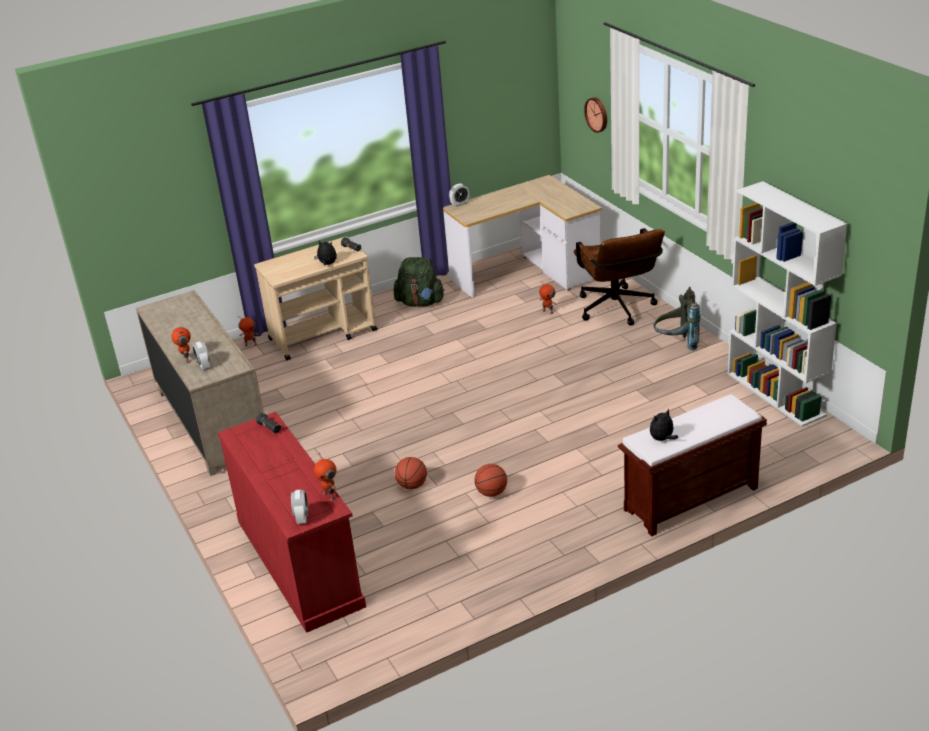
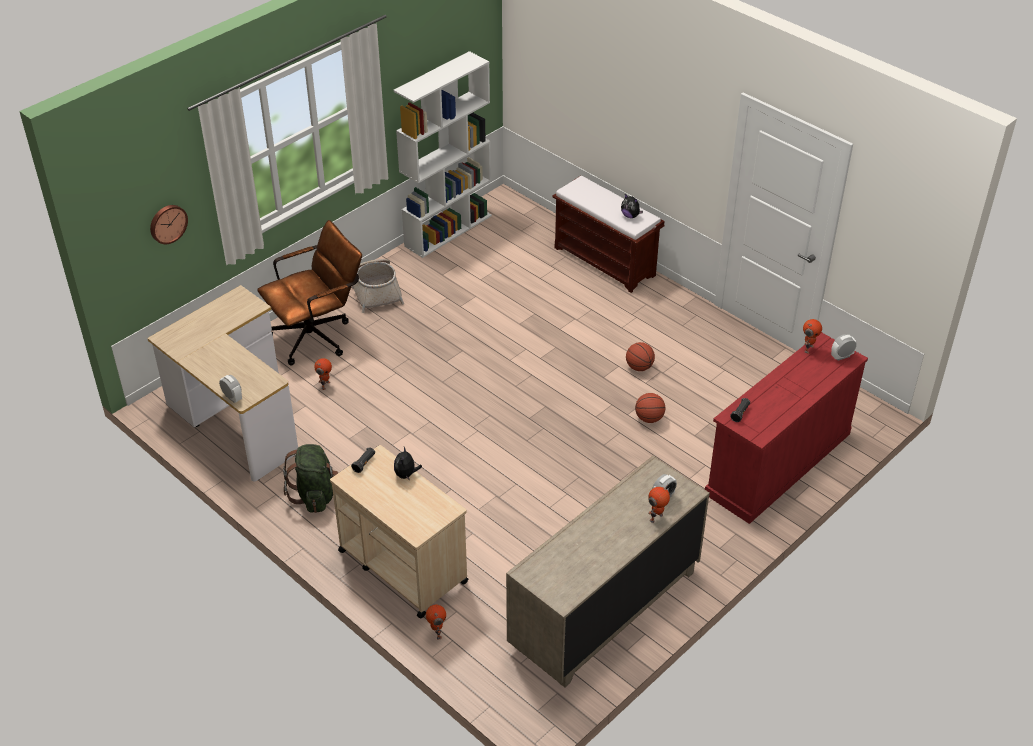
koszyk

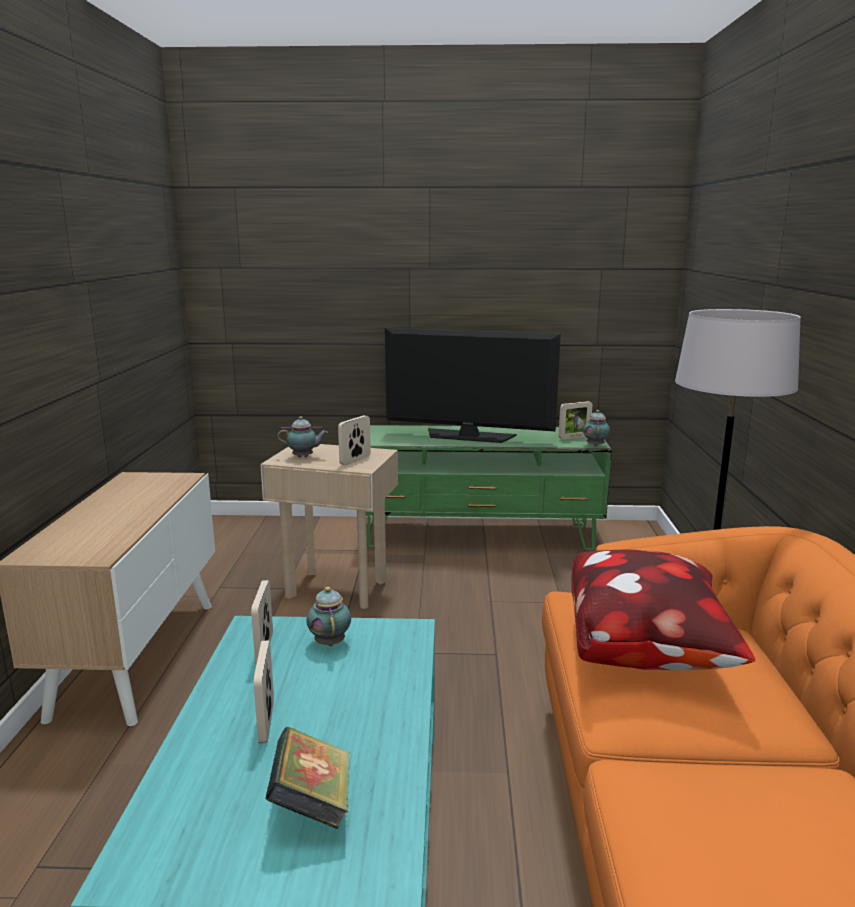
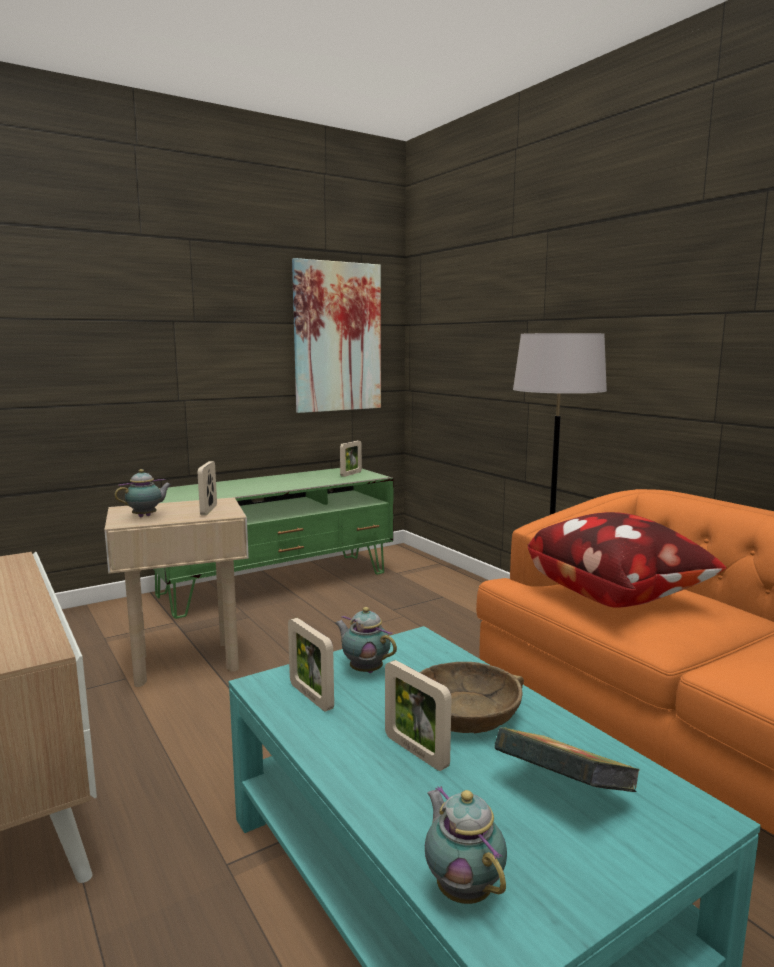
telewizor; imbryk (3rd from left); obraz; miska/brązowy

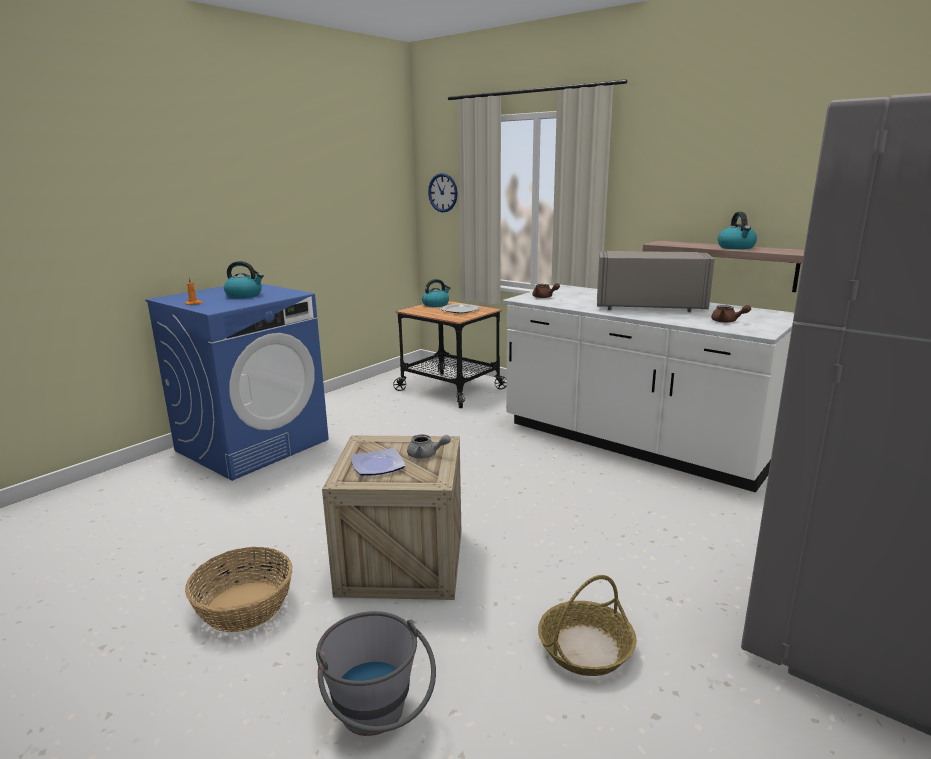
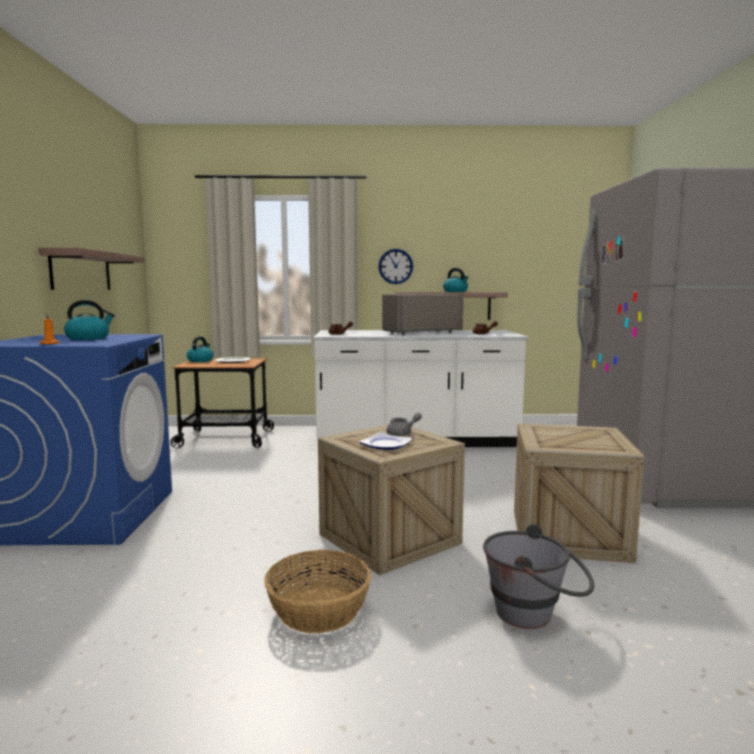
zegar ścienny; skrzynka (2nd from left); półka (1st from left)

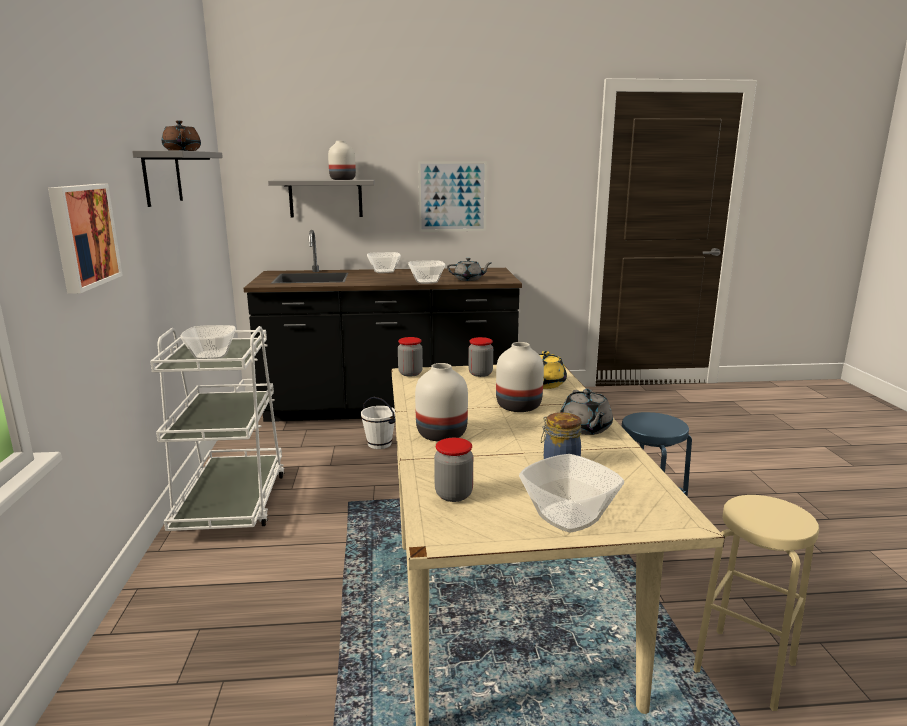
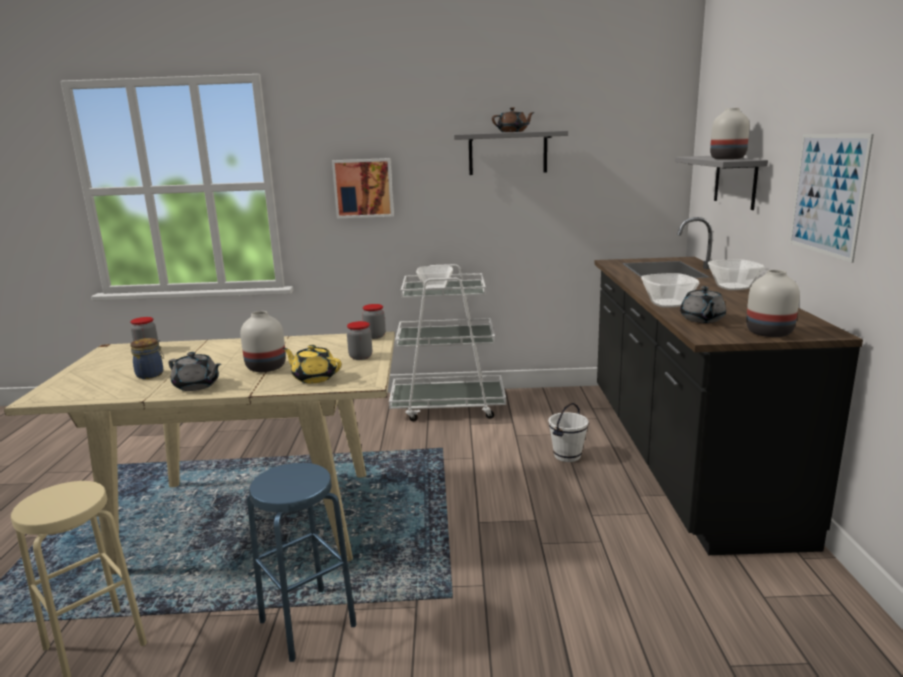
wazon/biały (3rd from left); imbryk/szary (1st from left); miska (4th from left in the first image)

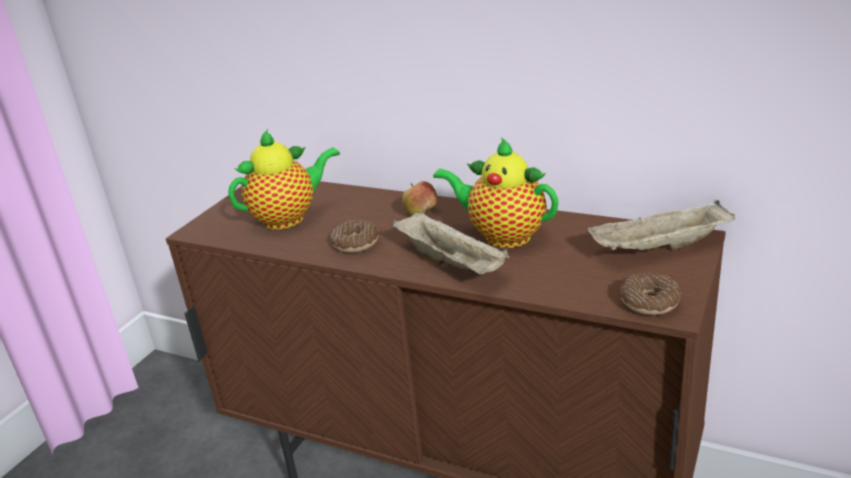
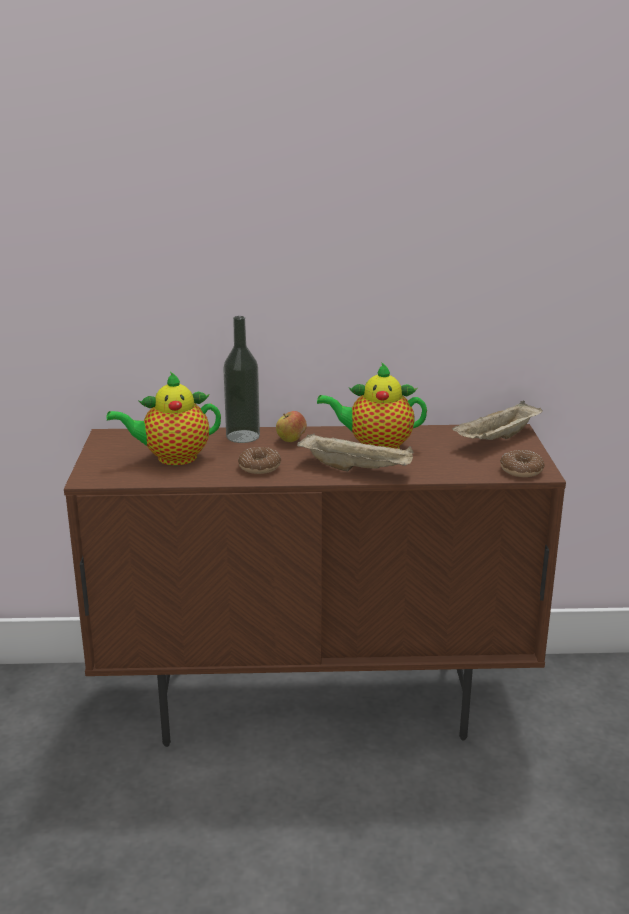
imbryk (1st from left); butelka

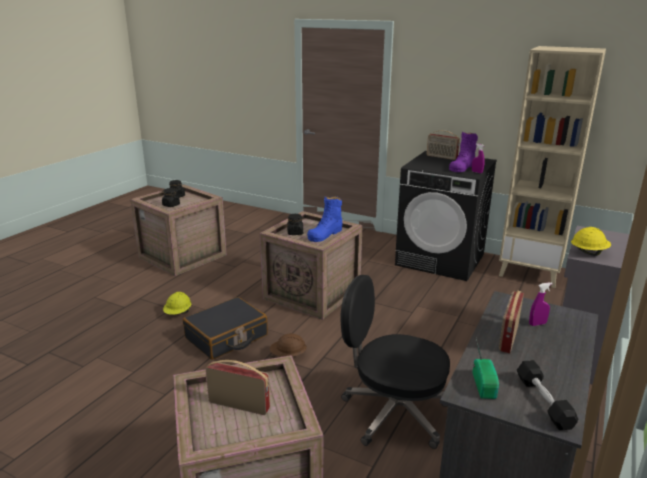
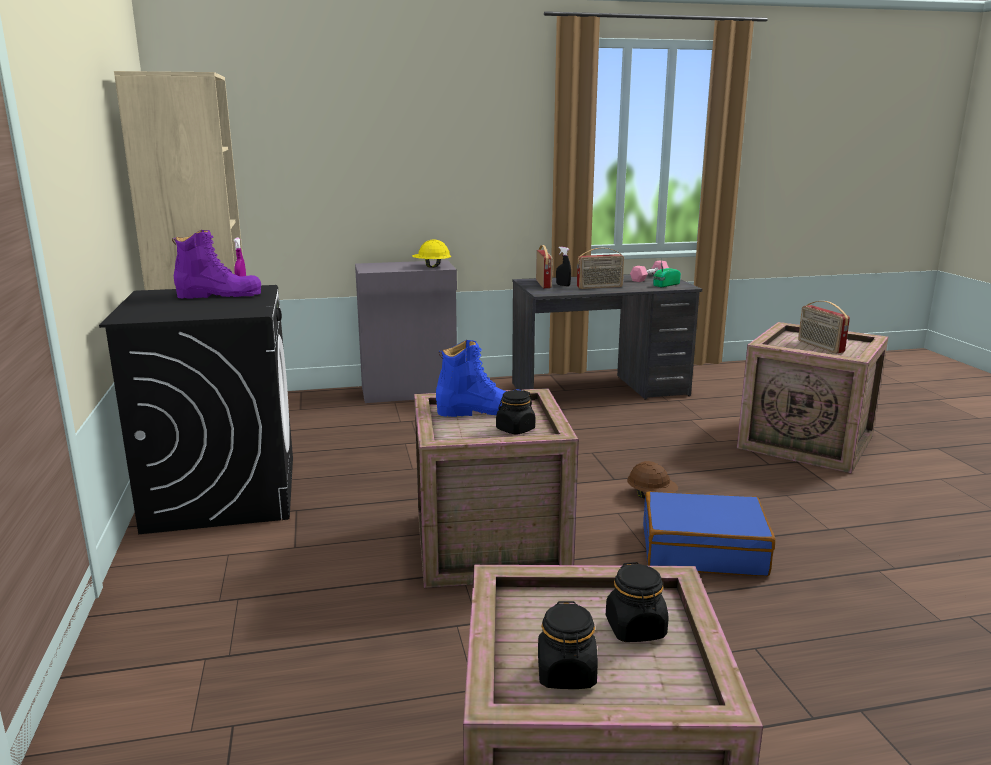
radio (1st from left); krzesło biurowe/czarny; spryskiwacz/czarny; kask/żółty (1st from left in the first image); walizka/niebieski; hantel/różowy

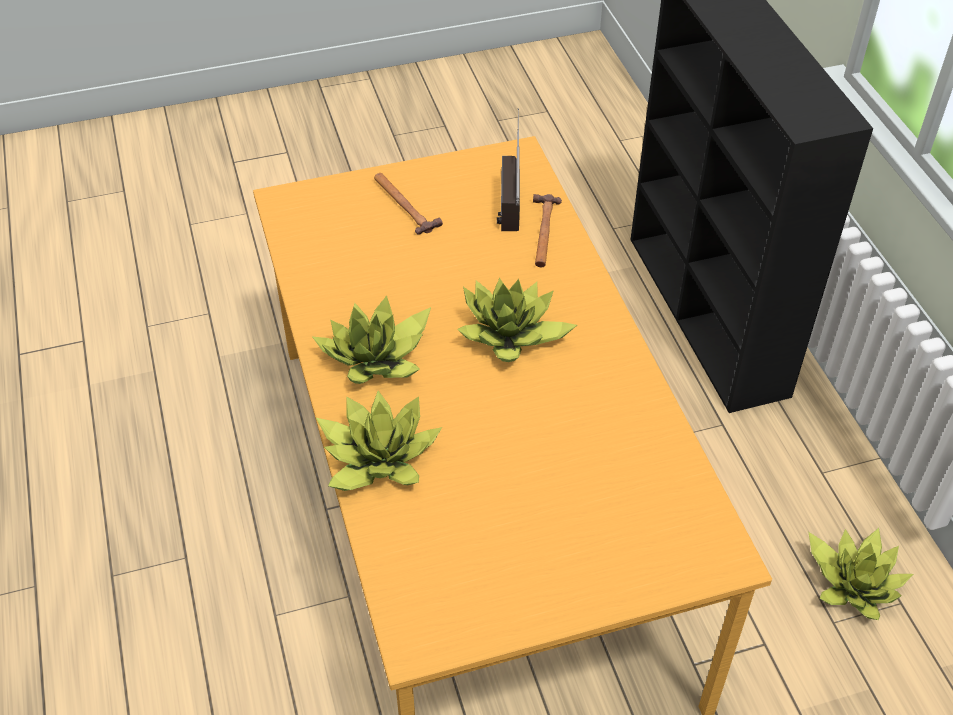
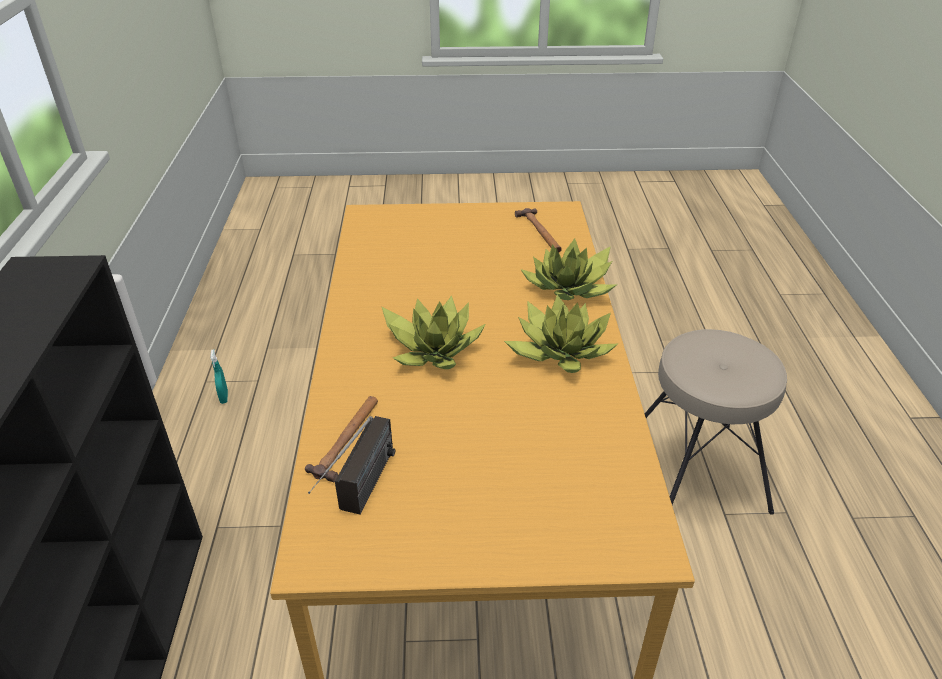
młotek (2nd from left); spryskiwacz/turkusowy; stołek/beżowy

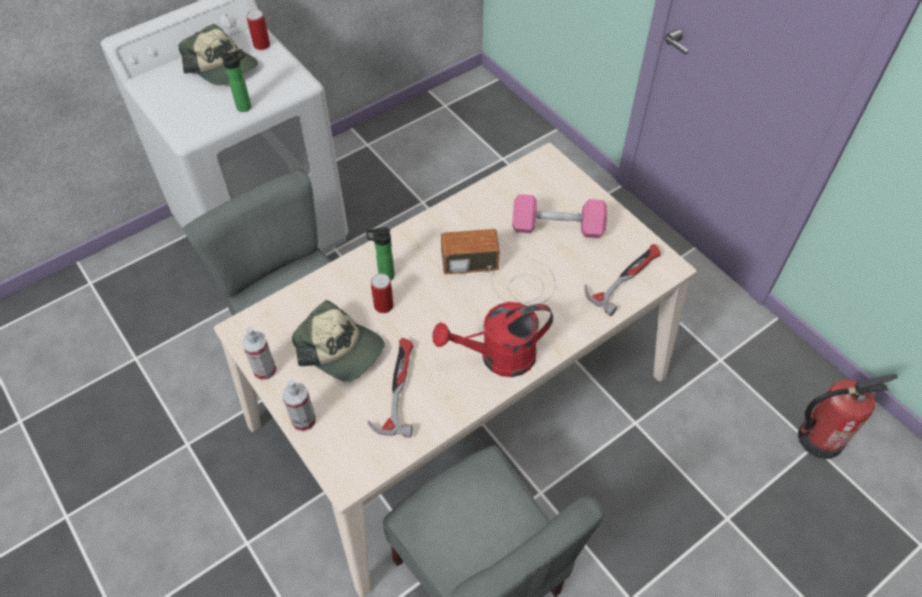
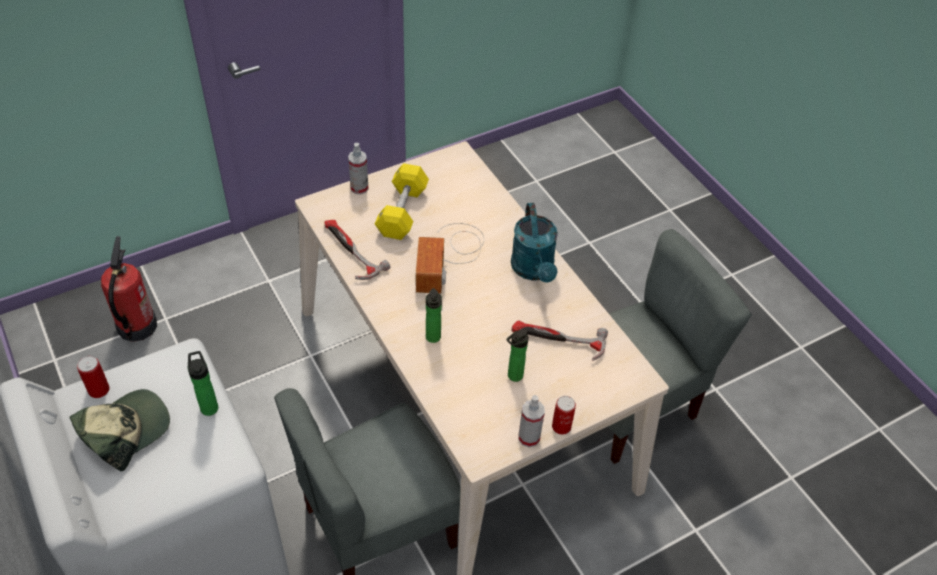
hantel/żółty; młotek (1st from left); puszka (2nd from left); butelka (3rd from left); konewka/turkusowy; gaśnica; spryskiwacz (1st from left)

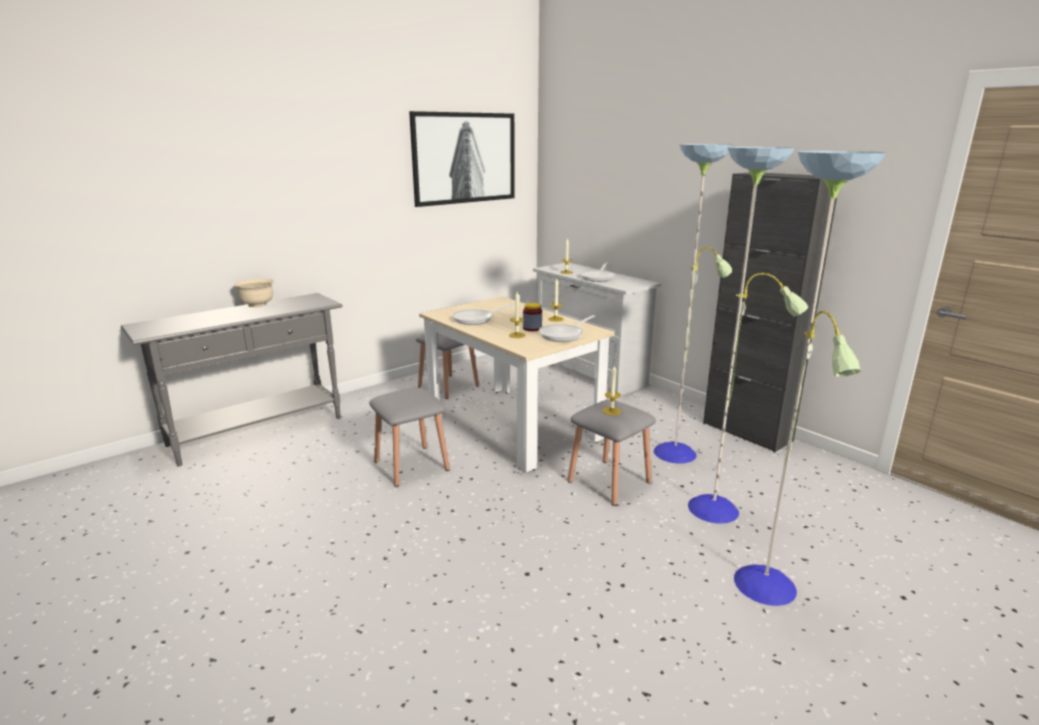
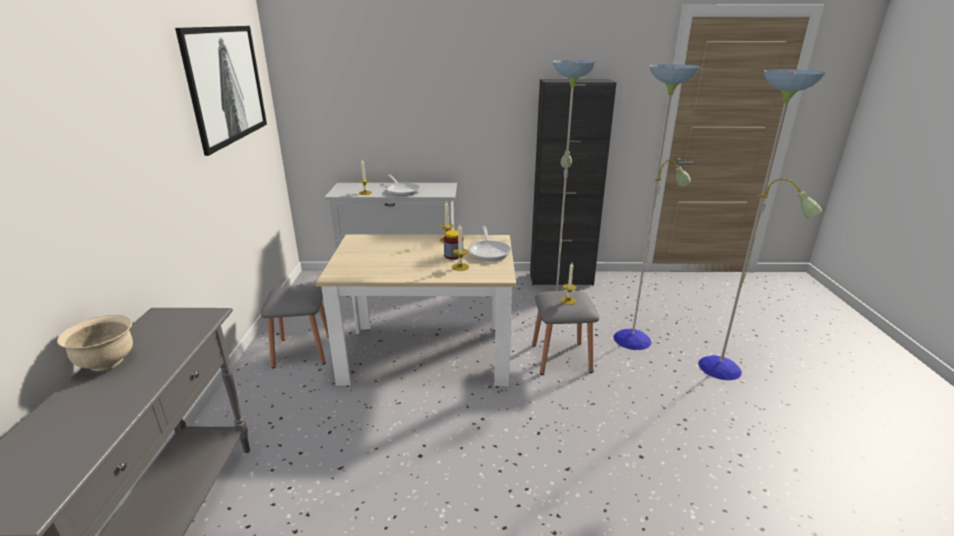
patelnia (1st from left in the first image); stołek/szary (1st from left in the first image)

